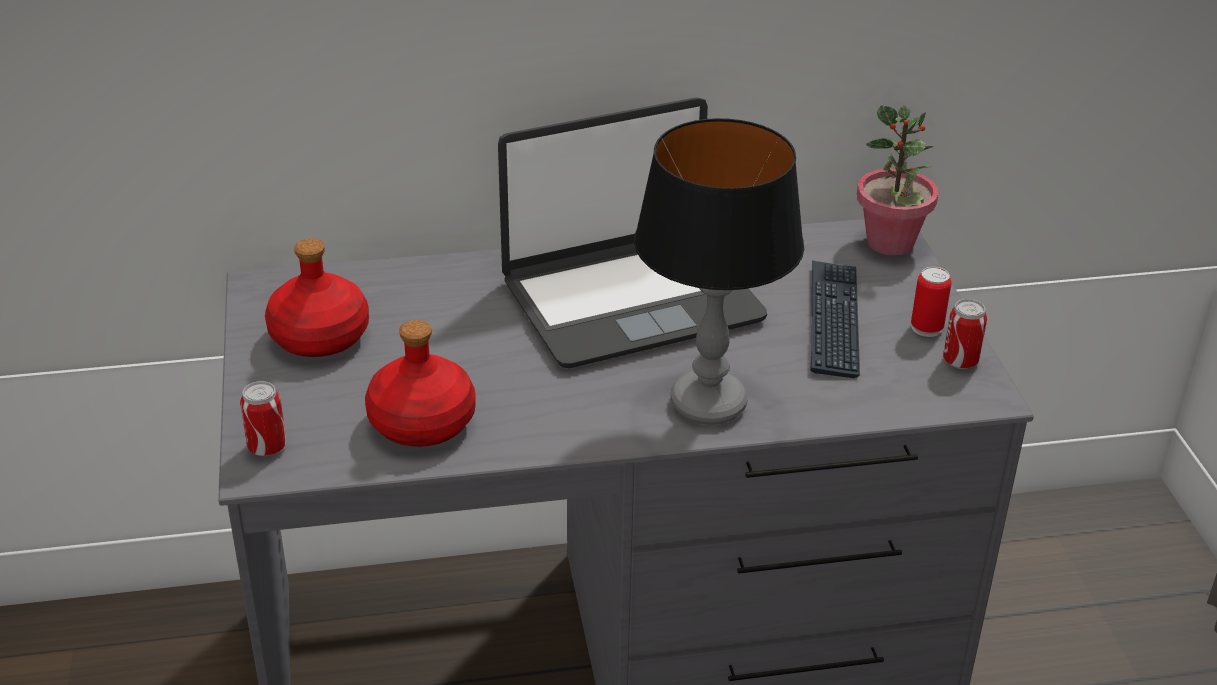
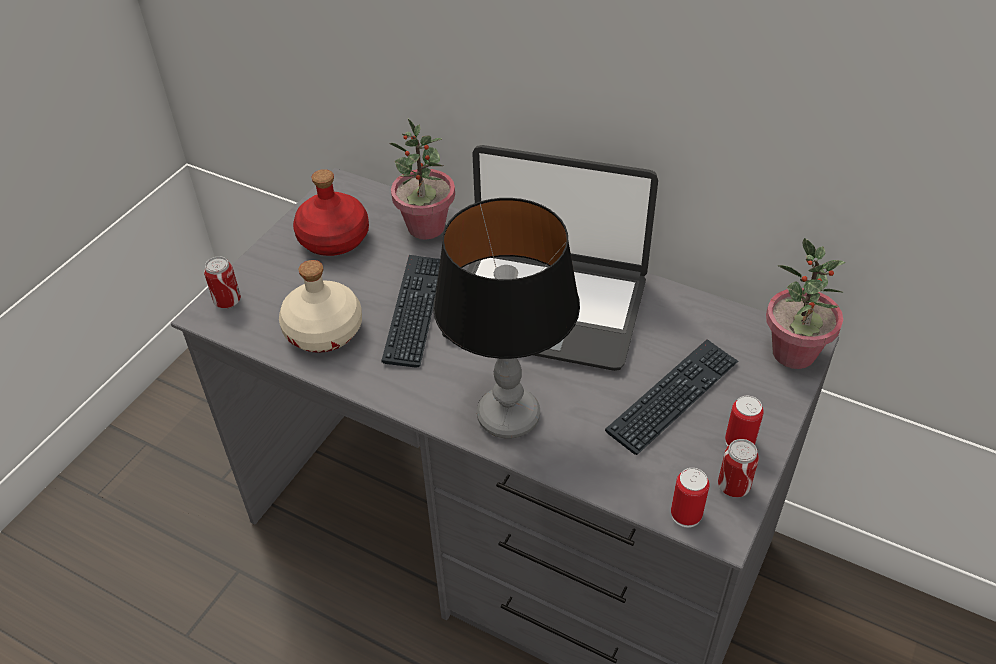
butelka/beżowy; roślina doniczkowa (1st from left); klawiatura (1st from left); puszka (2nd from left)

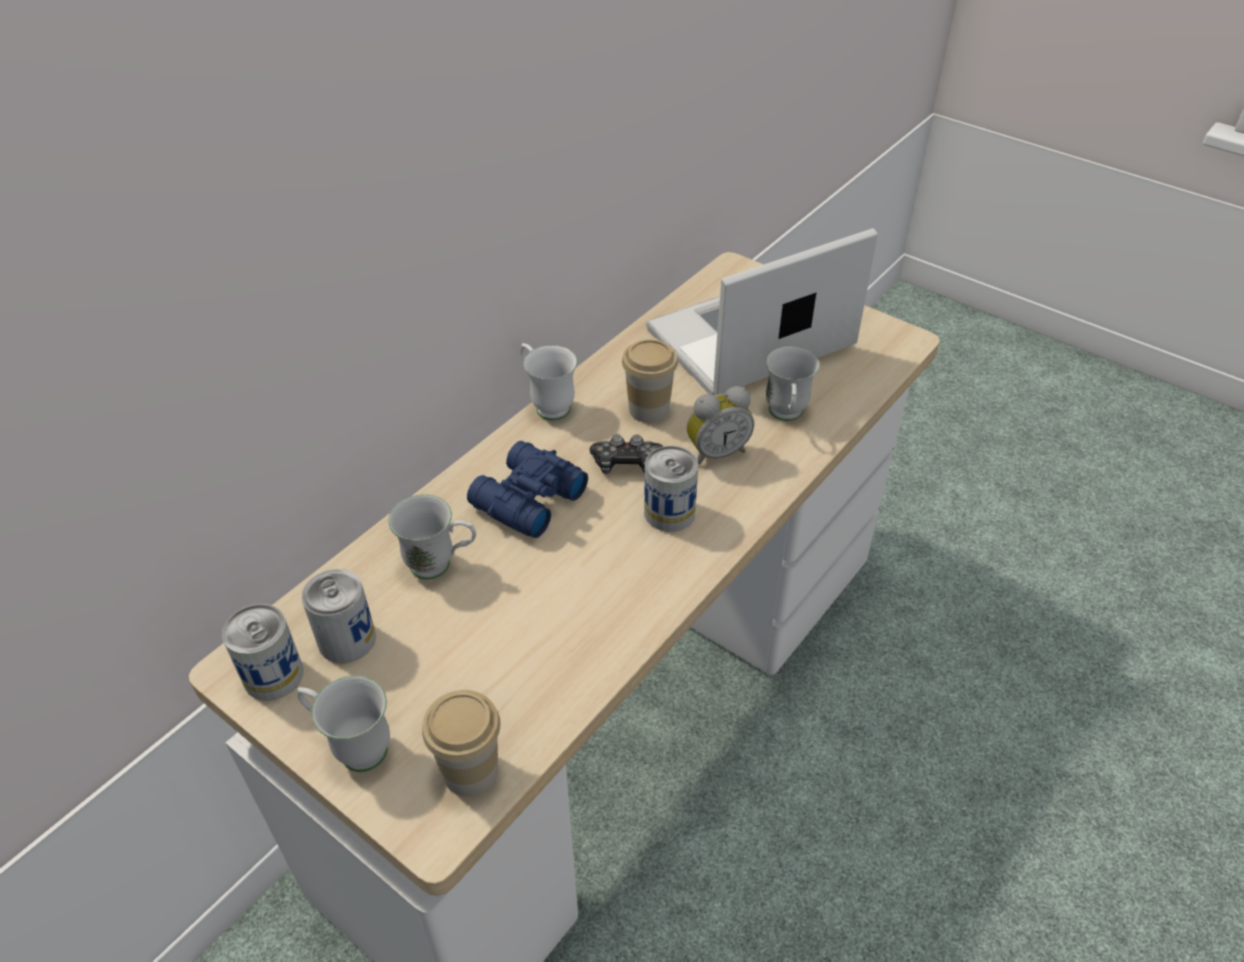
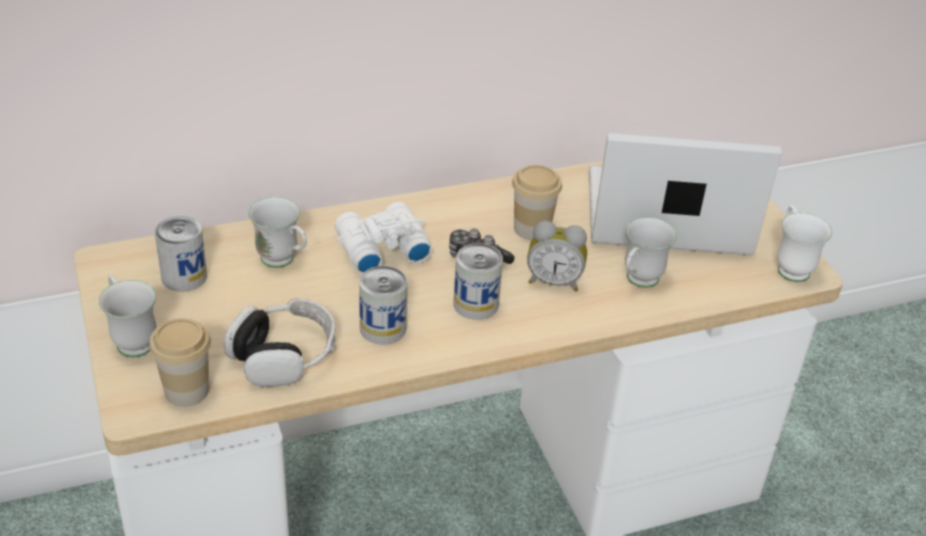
kubek/biały (4th from left); lornetka/biały; puszka (2nd from left); słuchawki

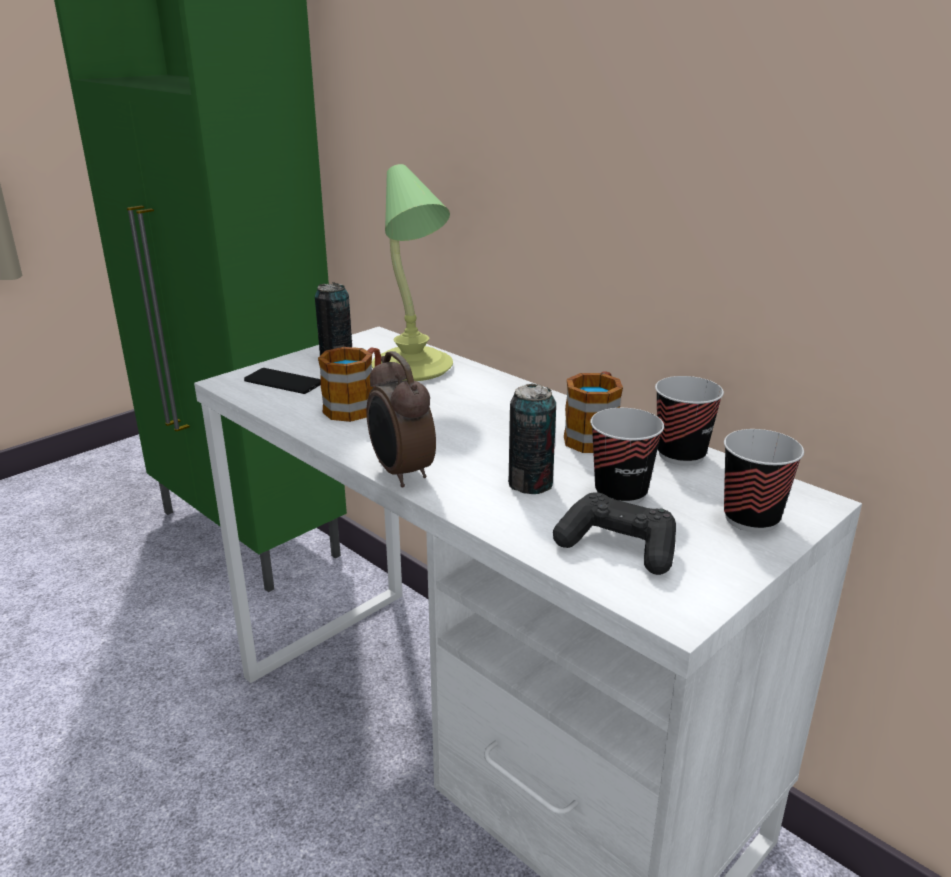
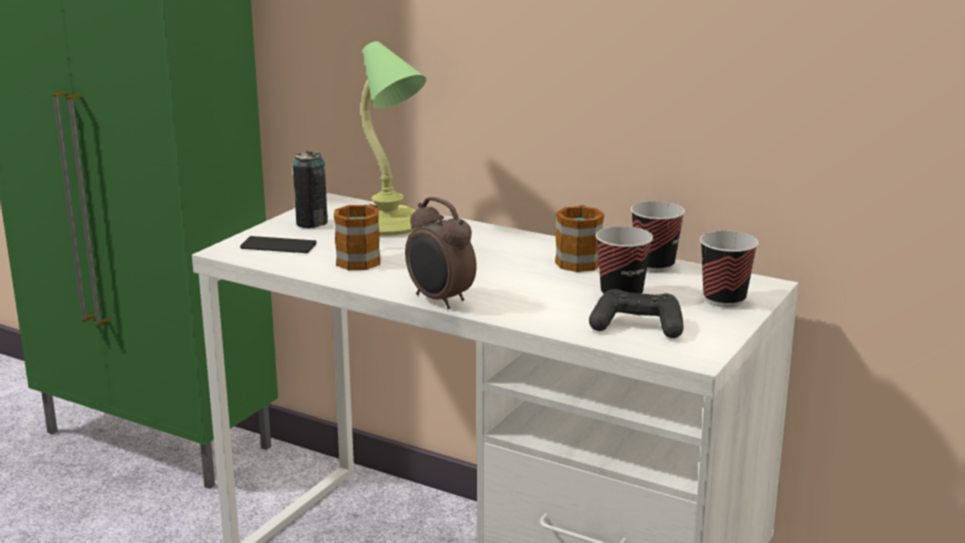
puszka (2nd from left in the first image)

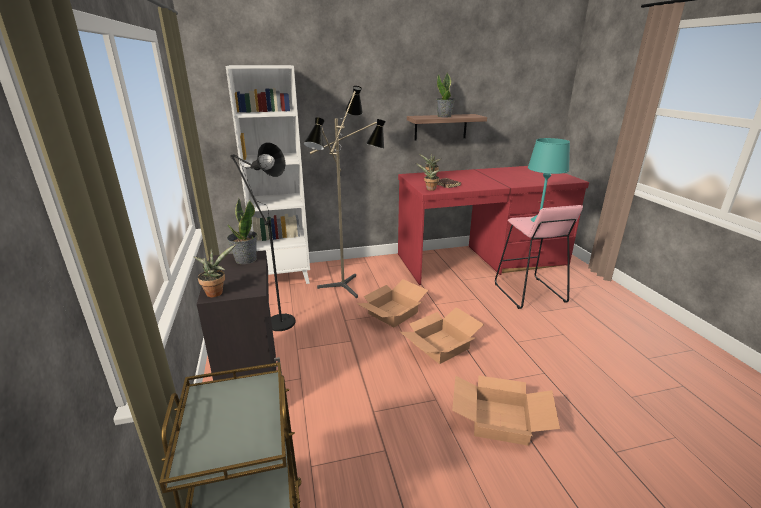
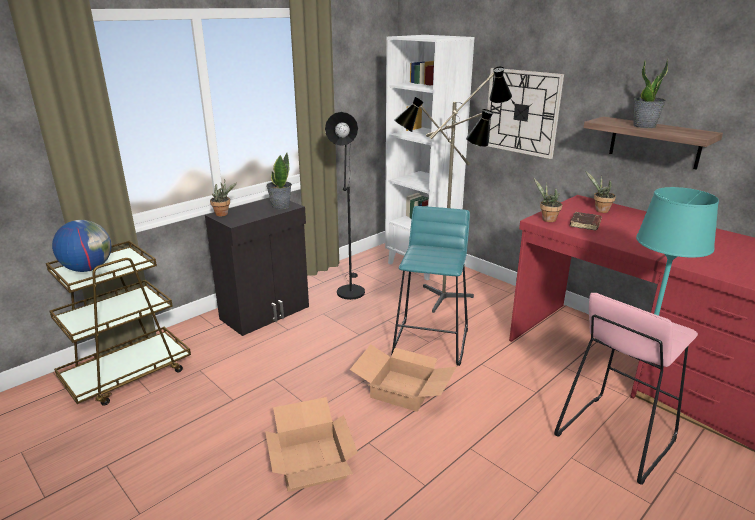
stołek/turkusowy; zegar ścienny; globus

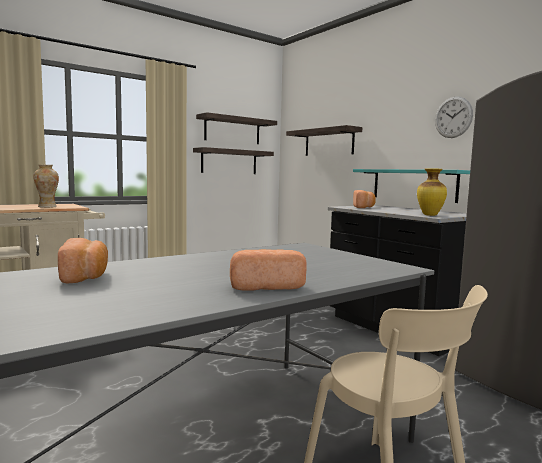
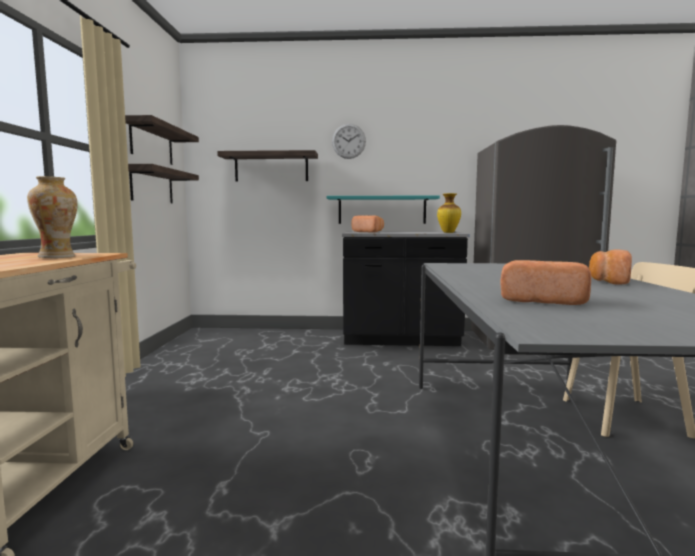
zegar ścienny

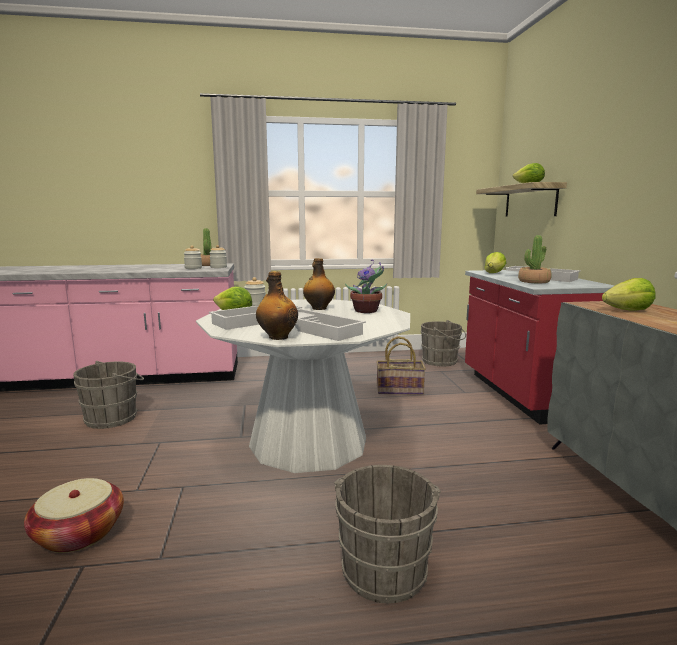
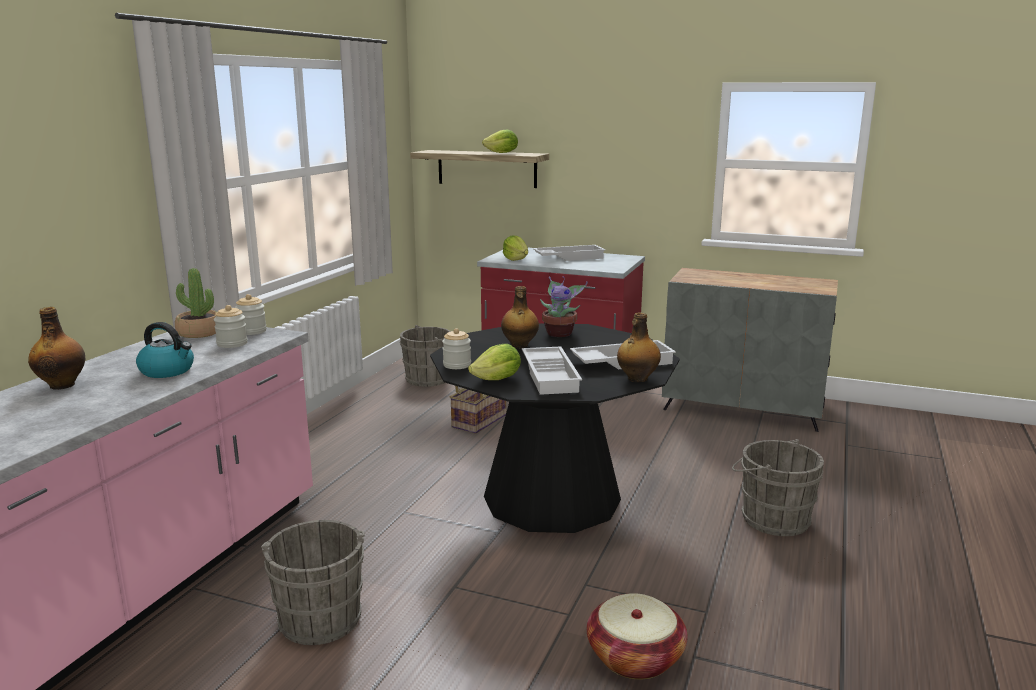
roślina doniczkowa (3rd from left in the first image); sałata (4th from left in the first image); stół jadalny/czarny; butelka (1st from left); czajnik

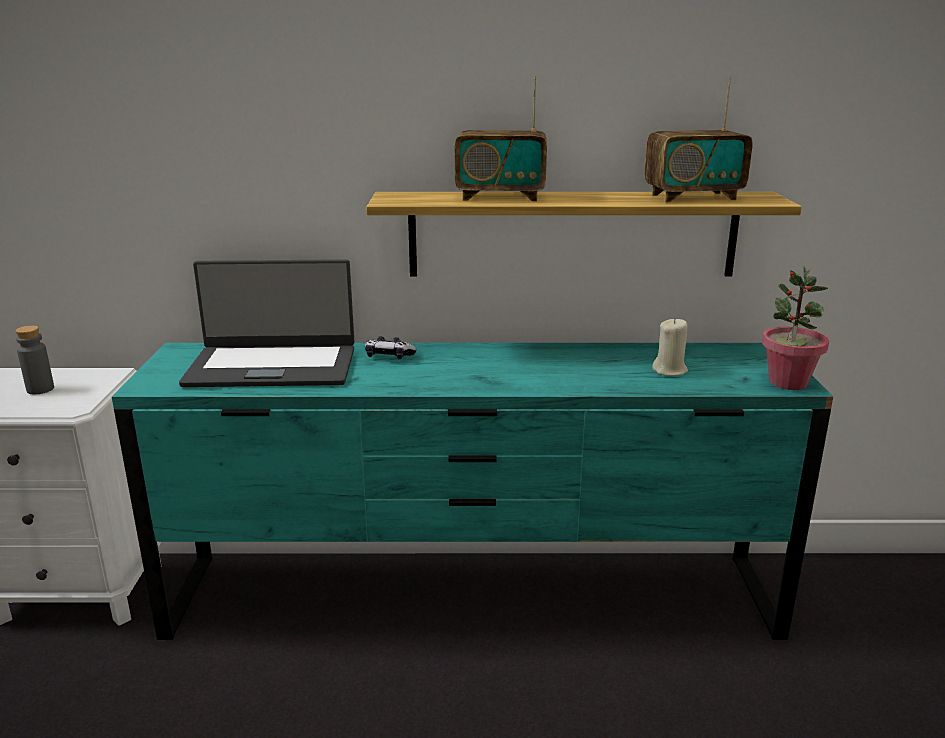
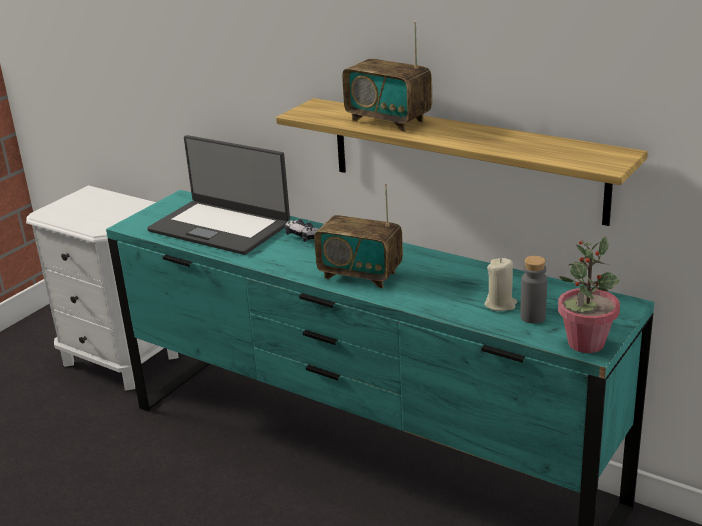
radio (1st from left); butelka/szary

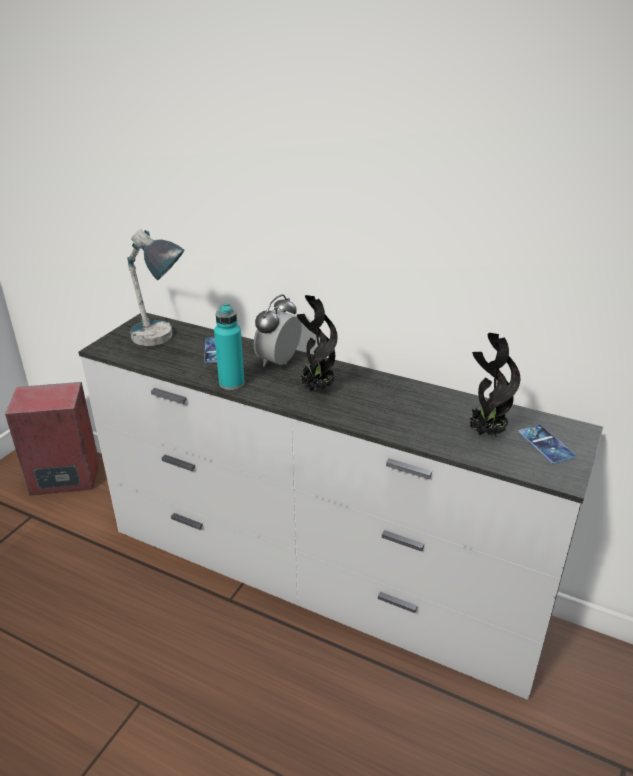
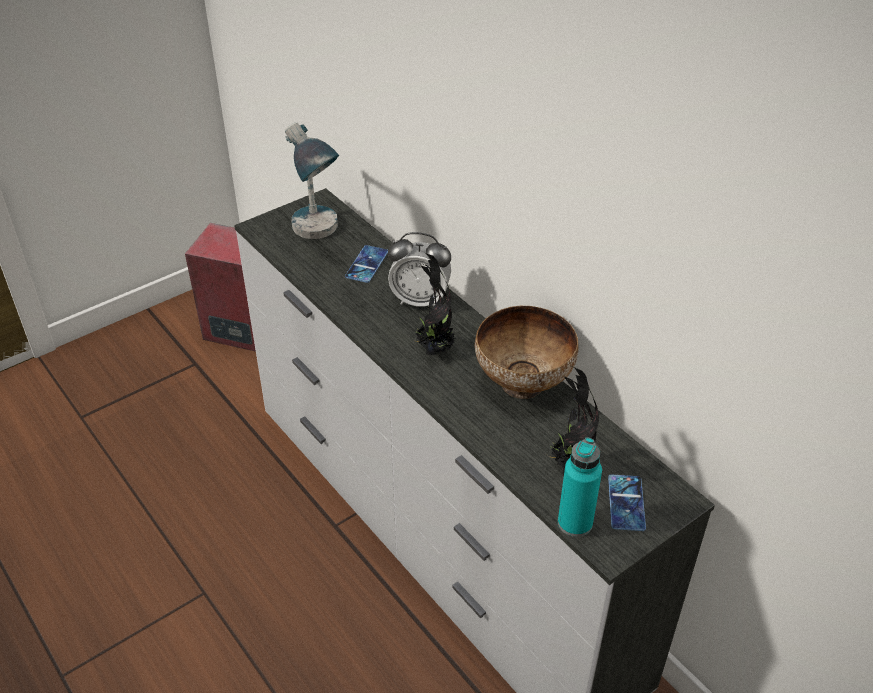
budzik; butelka/turkusowy; miska

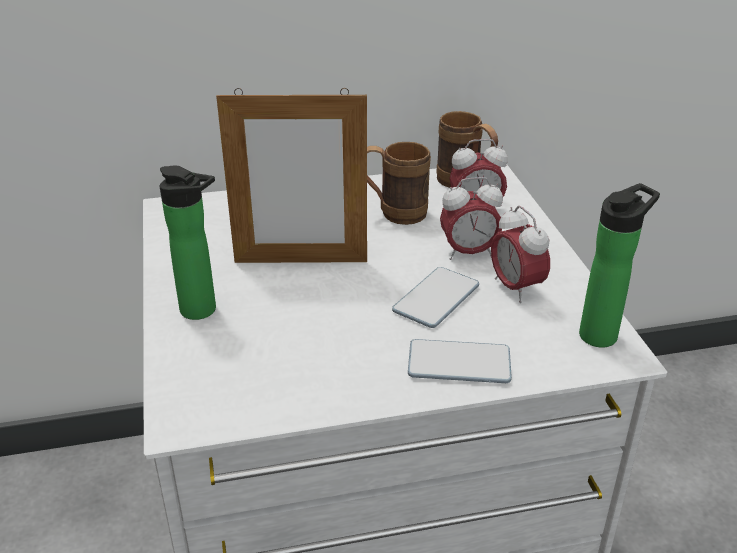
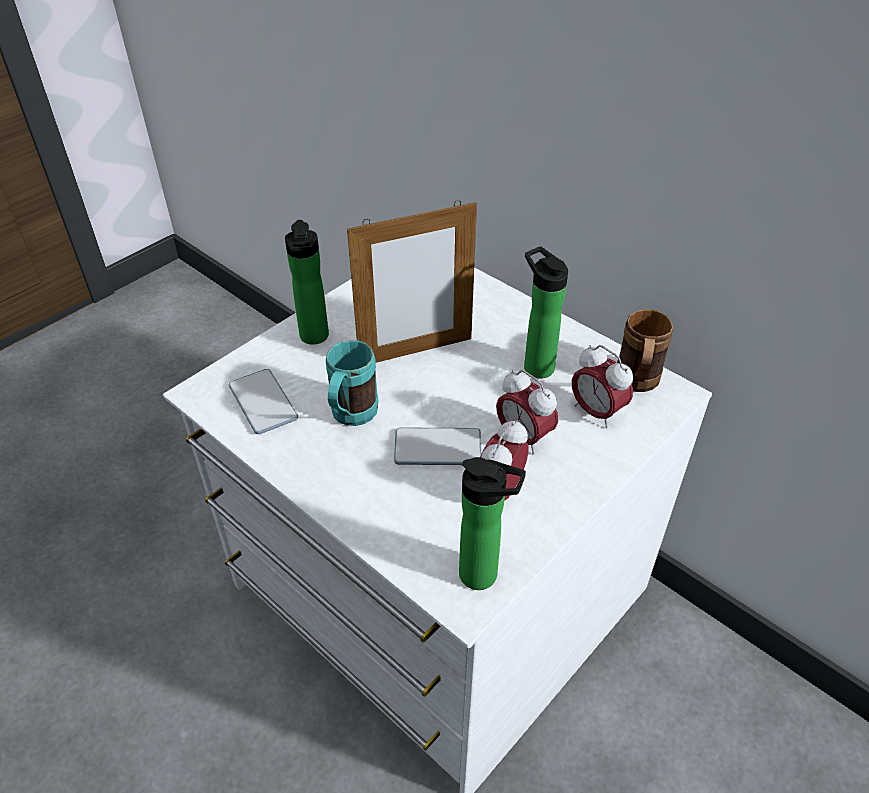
ramka na zdjęcie; butelka (3rd from left); telefon (1st from left); kubek/turkusowy

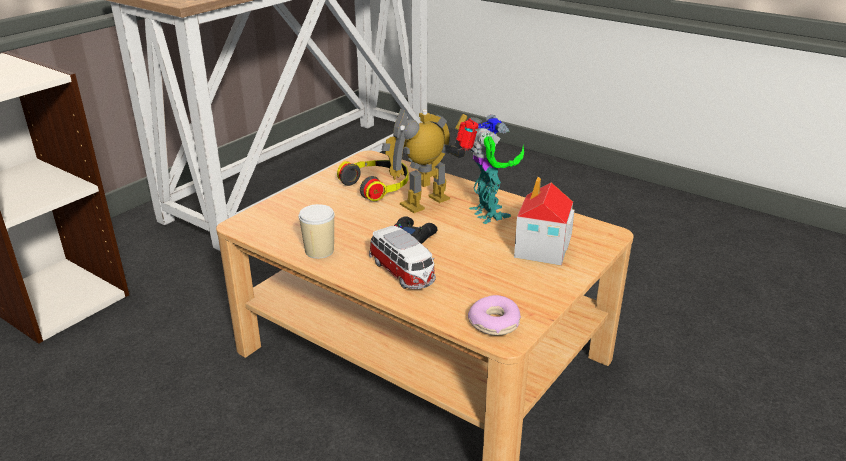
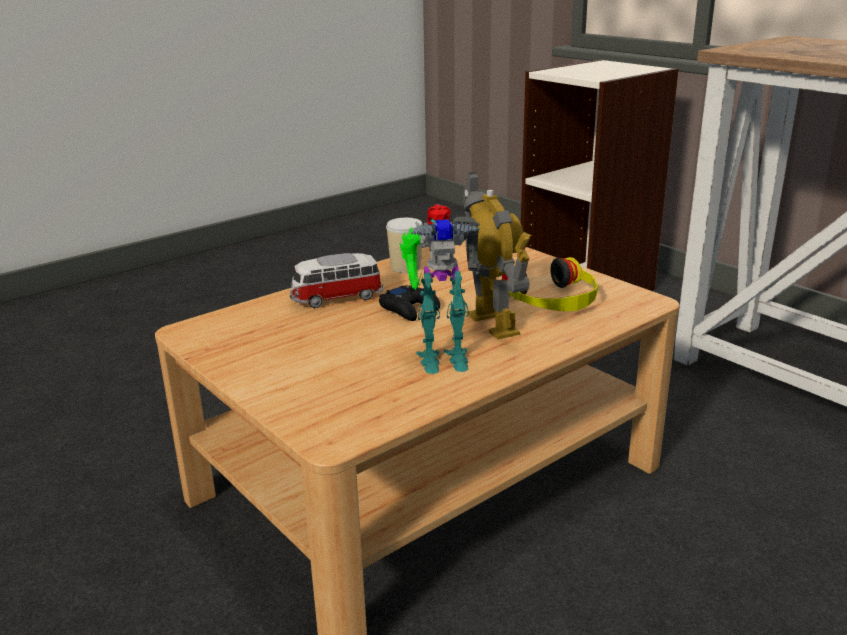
domek; donut

